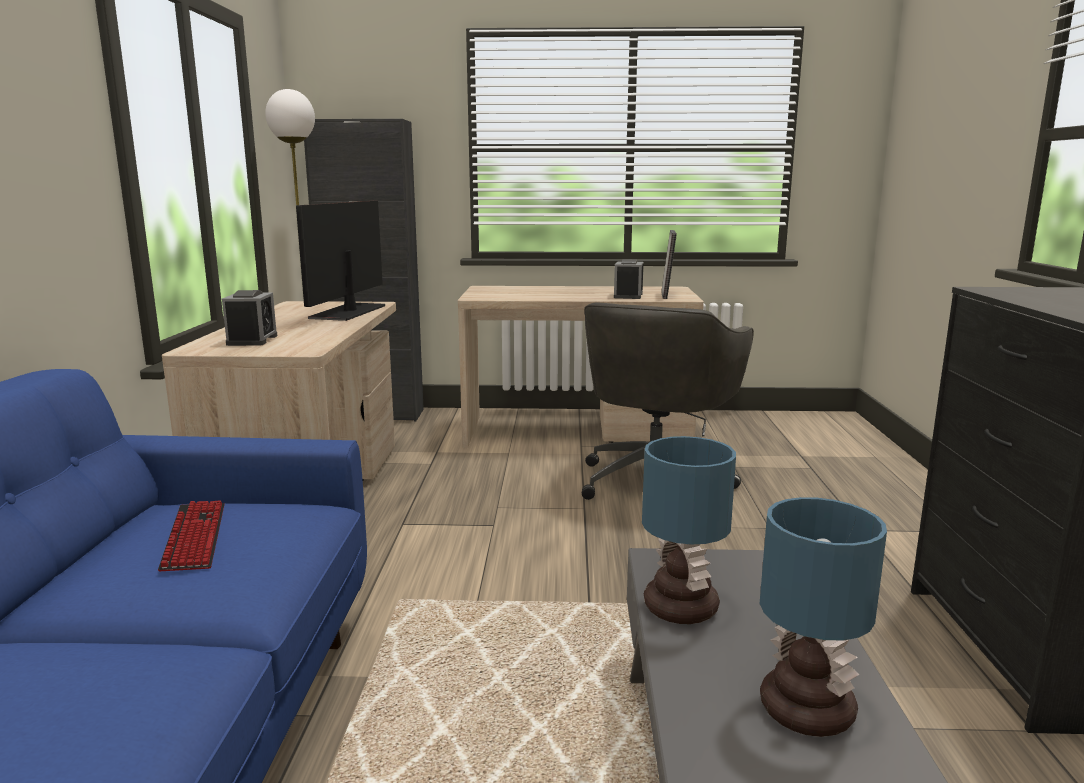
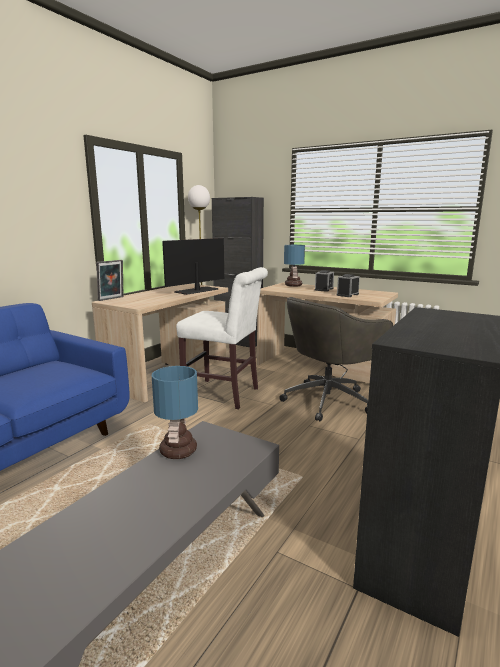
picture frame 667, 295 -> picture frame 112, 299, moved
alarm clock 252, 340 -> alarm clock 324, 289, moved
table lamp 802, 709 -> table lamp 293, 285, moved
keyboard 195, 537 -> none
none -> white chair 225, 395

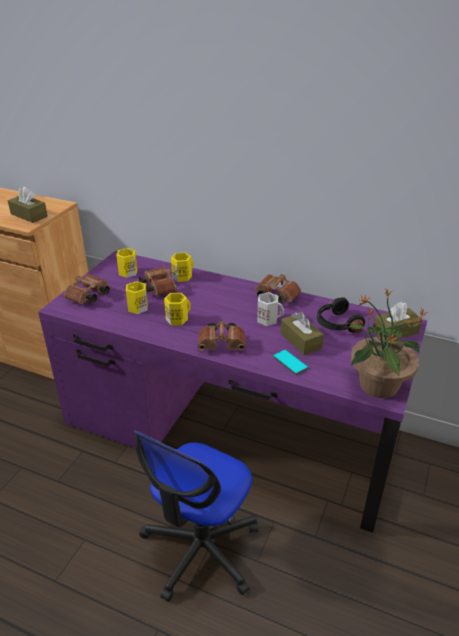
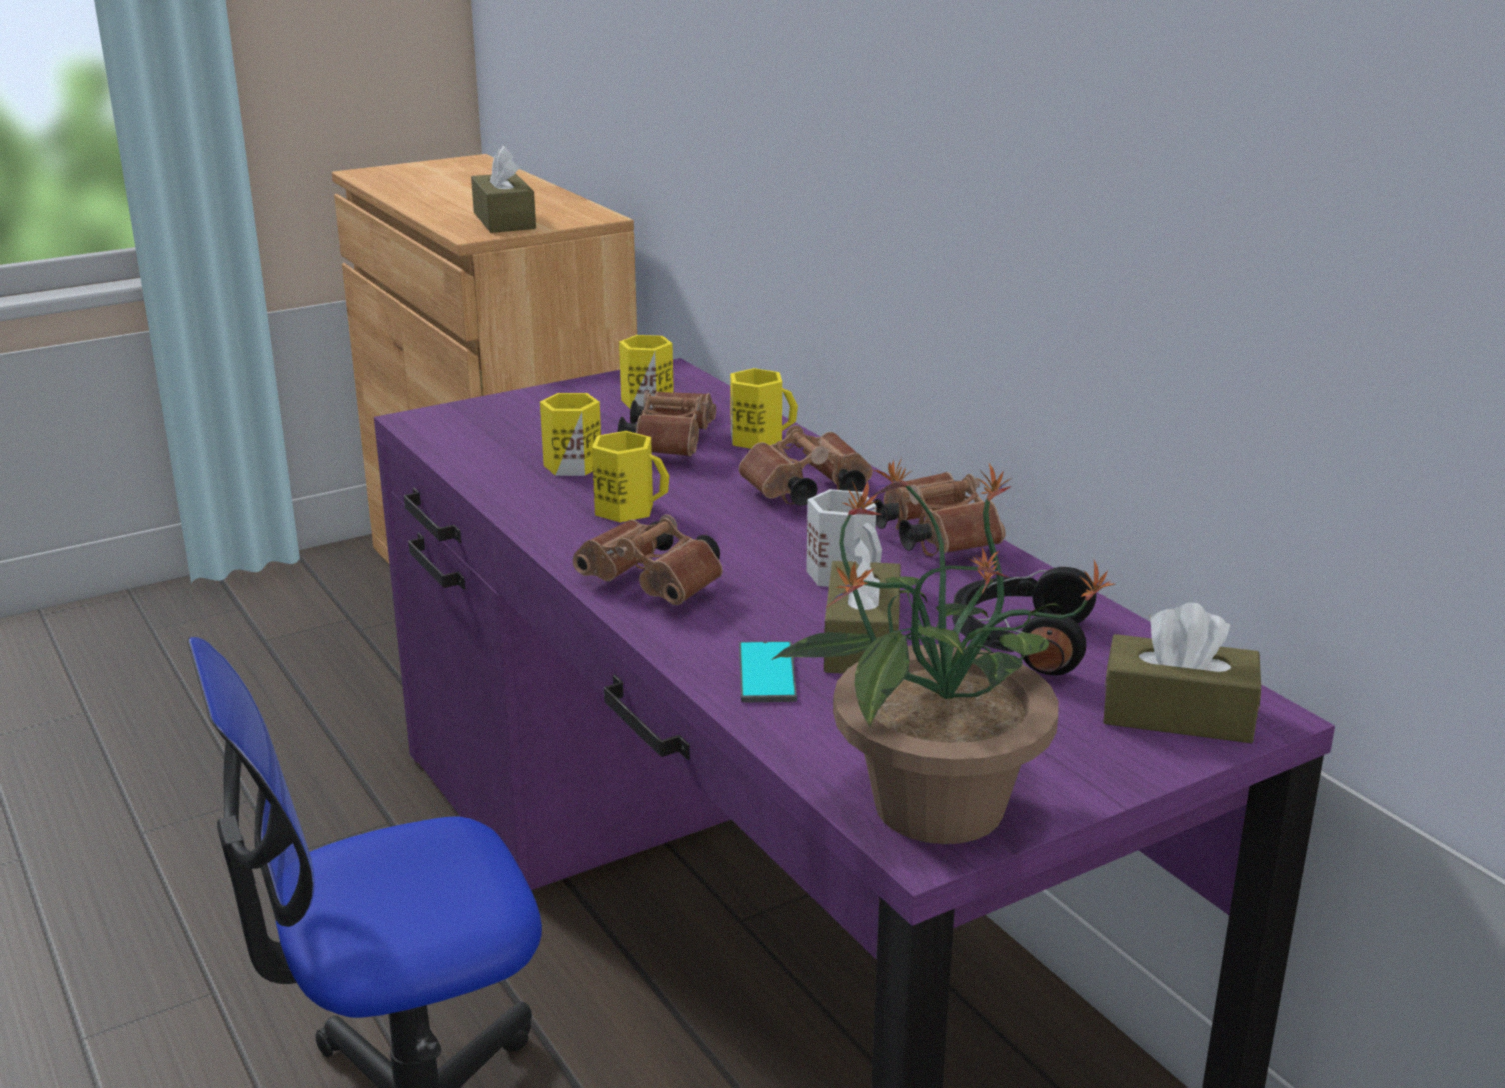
brown binoculars 88, 297 -> brown binoculars 805, 493, moved

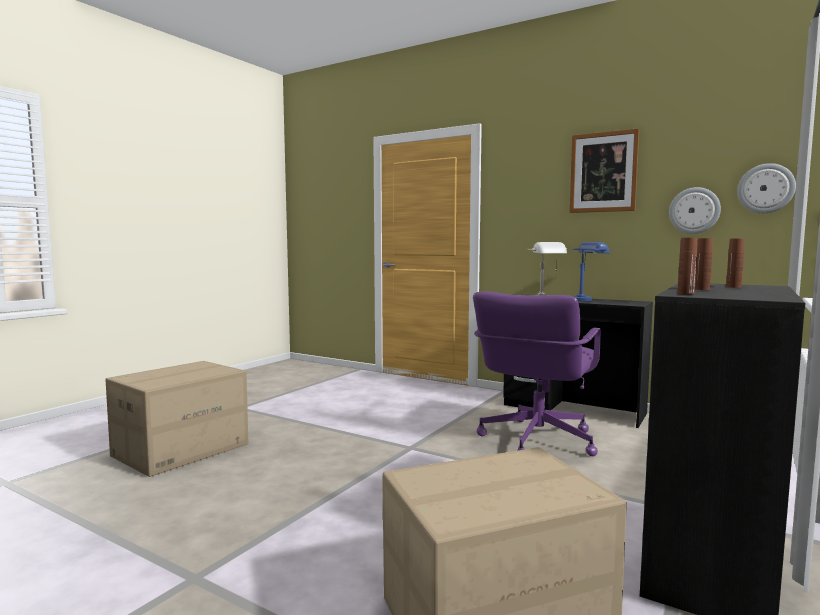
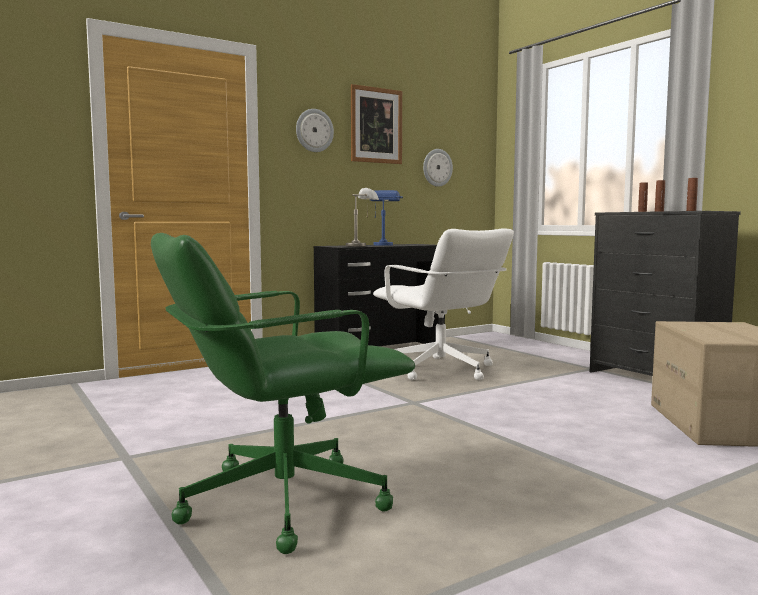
wall clock 765, 188 -> wall clock 314, 130, moved
purple office chair 536, 440 -> white office chair 441, 370
cardboard box 181, 450 -> green office chair 280, 501

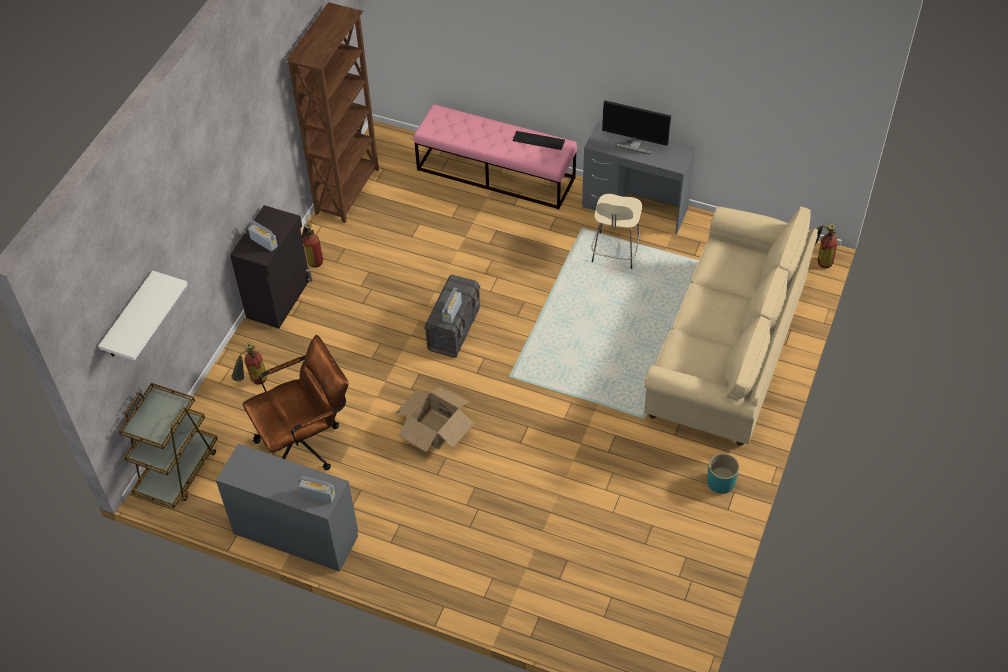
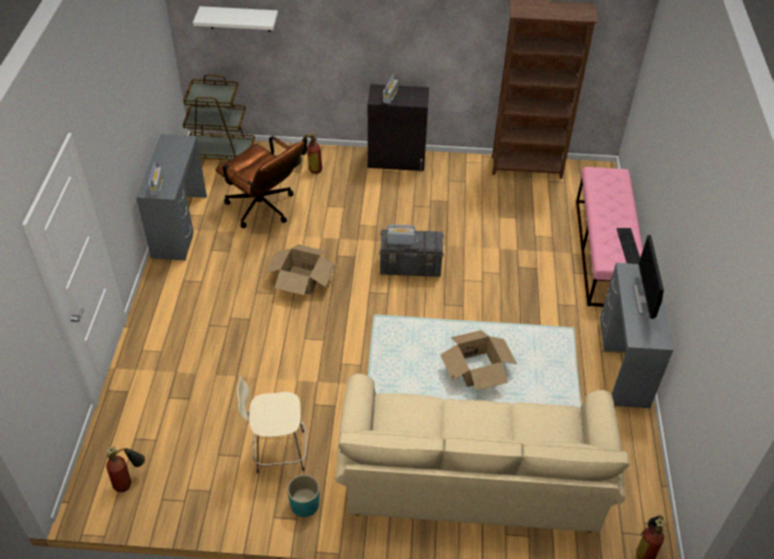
beige stool 615, 252 -> beige stool 278, 452, moved
fire extinguisher 313, 258 -> fire extinguisher 129, 481, moved
none -> cardboard box 476, 370

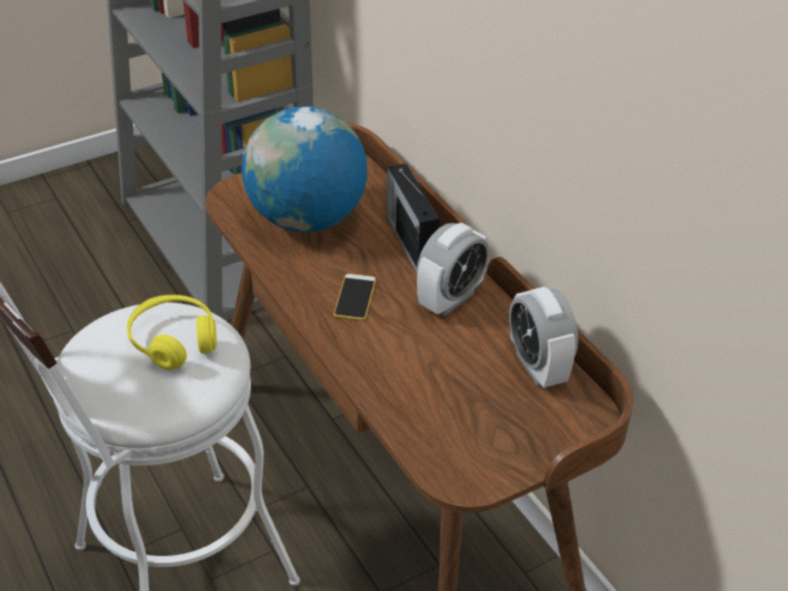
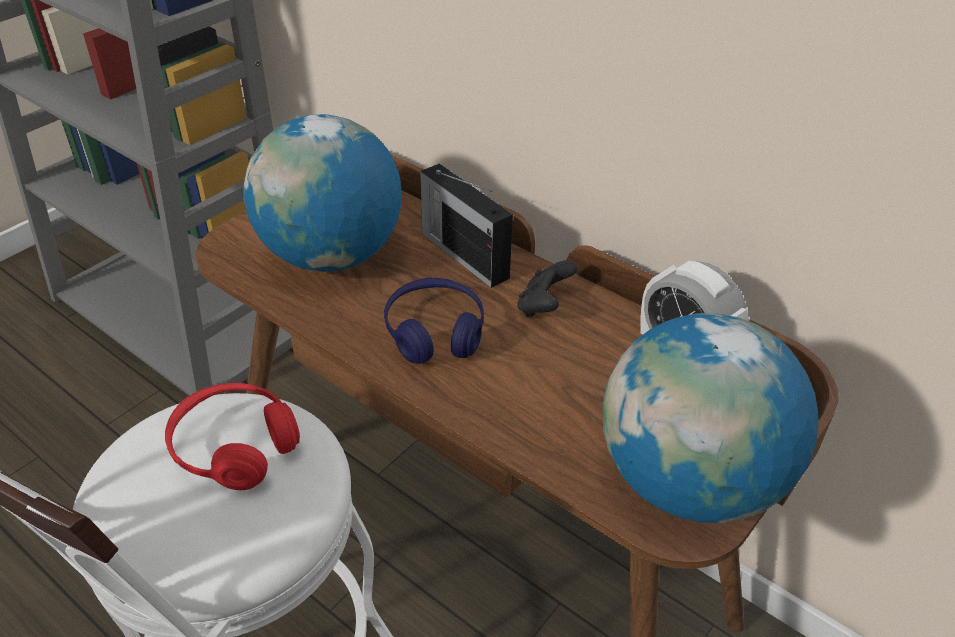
alarm clock 450, 299 -> black game controller 543, 307
phone 355, 297 -> blue headphones 435, 332
yellow headphones 174, 341 -> red headphones 235, 447
none -> globe 688, 481

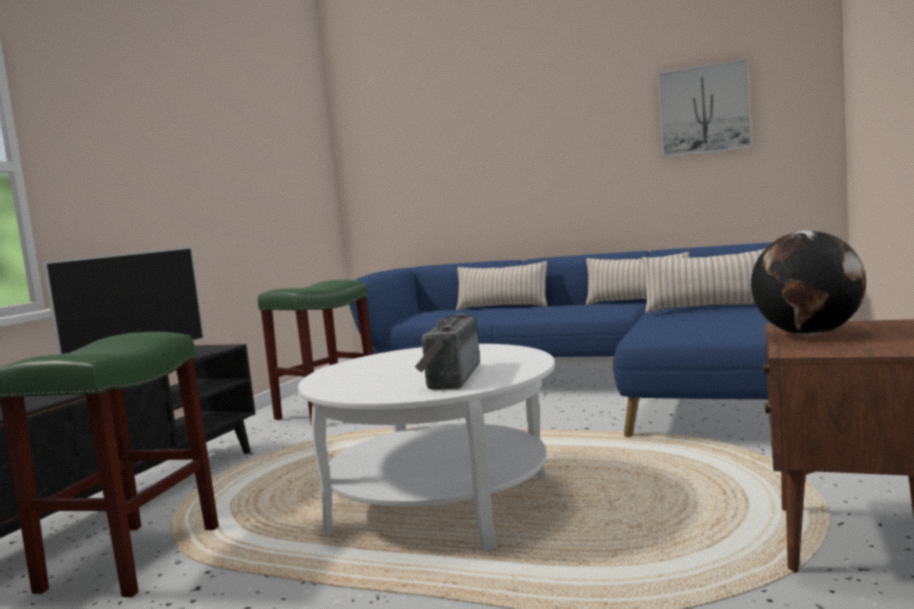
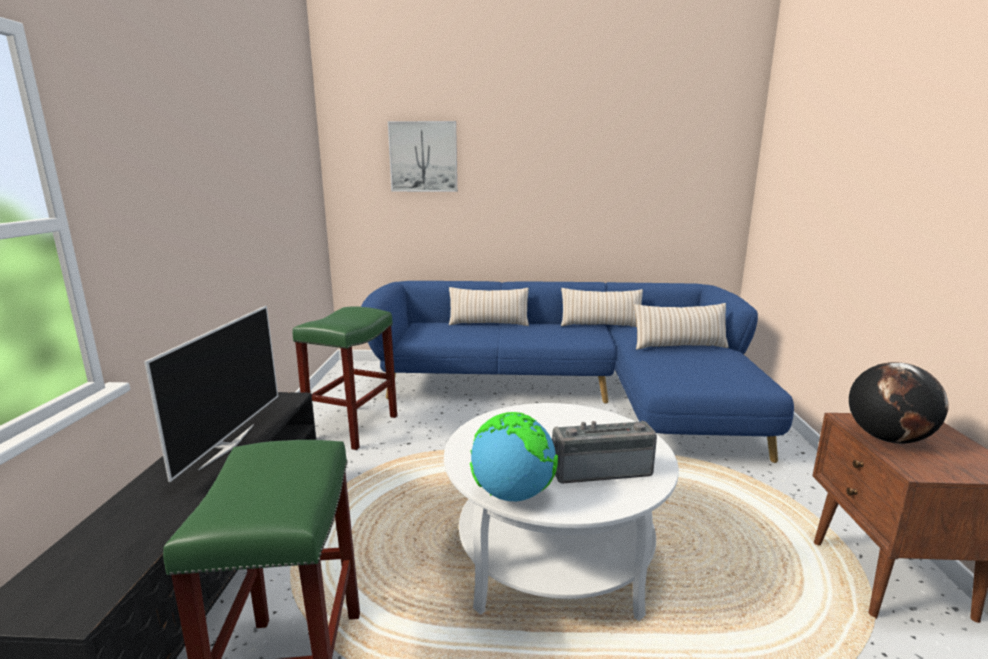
picture 704, 110 -> picture 423, 157, moved
radio 449, 377 -> radio 600, 470, 90 degrees clockwise
none -> globe 512, 495

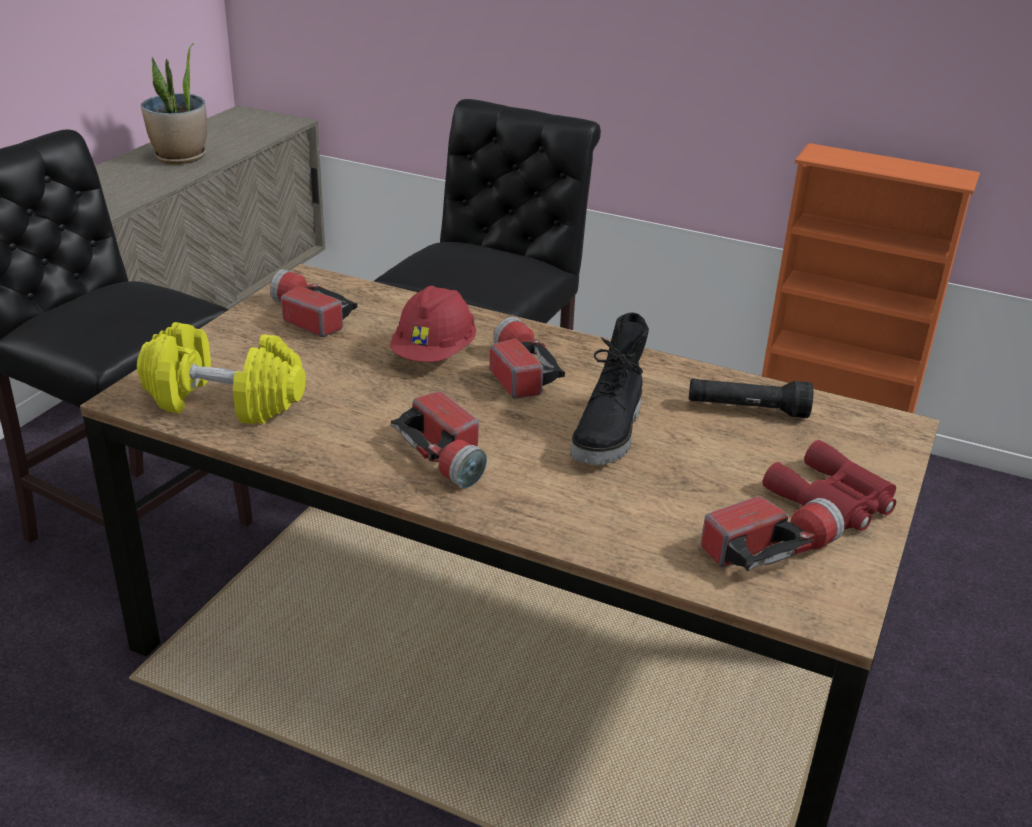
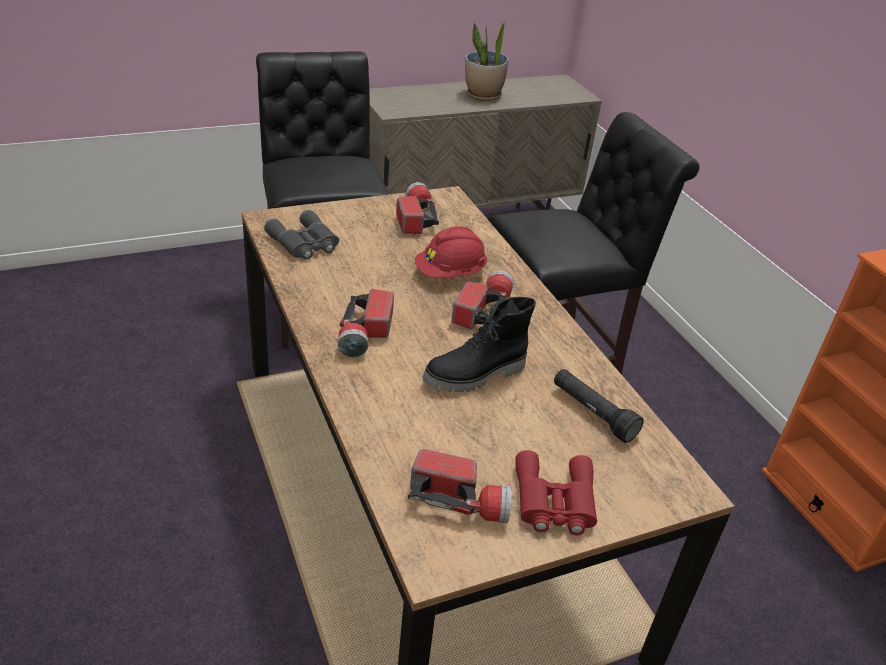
yellow dumbbell 223, 401 -> grey binoculars 304, 243

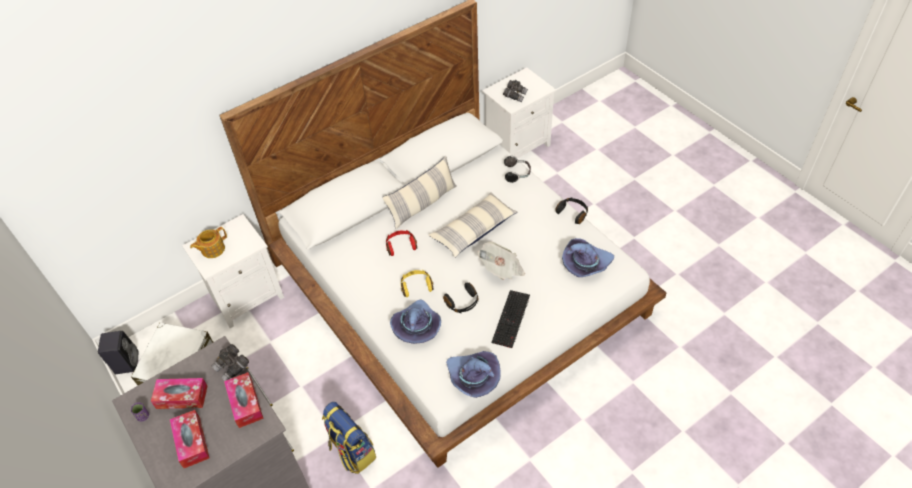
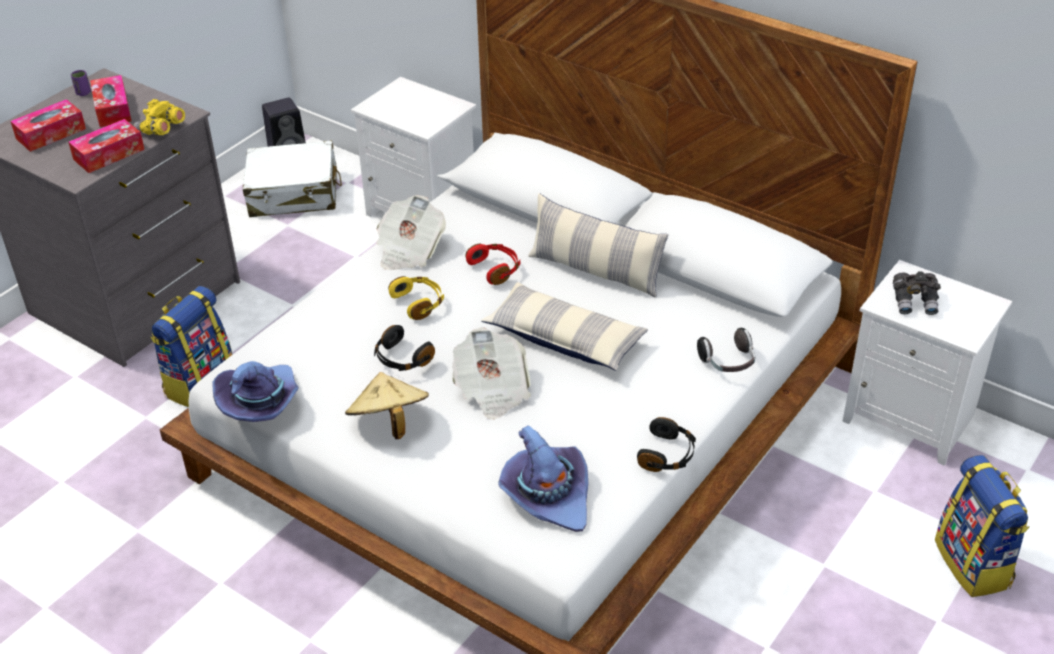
teapot 212, 249 -> none
keyboard 511, 319 -> beige hat 389, 423
purple hat 417, 326 -> none
grey binoculars 232, 367 -> yellow binoculars 161, 131
none -> newspaper 409, 250
none -> backpack 974, 564

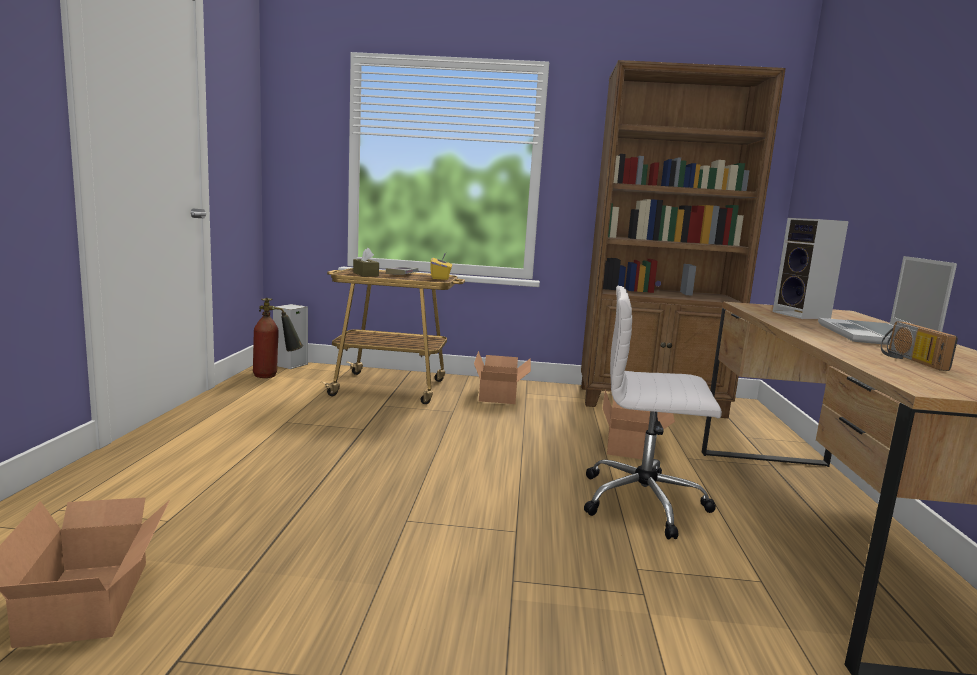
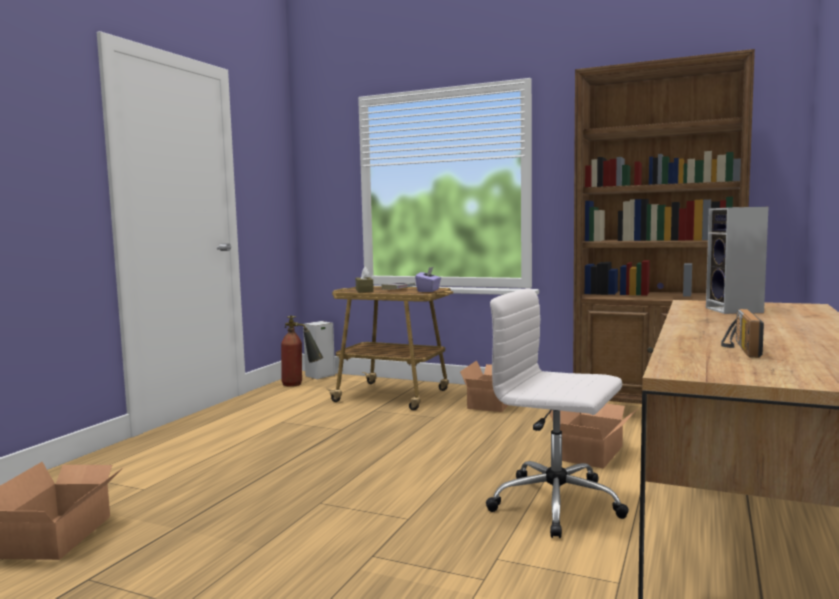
yellow tissue box 440, 278 -> purple tissue box 428, 290
laptop 876, 336 -> none

